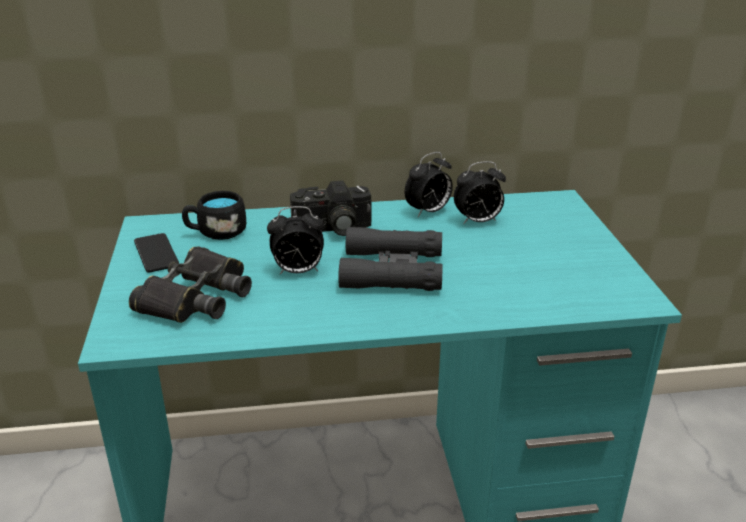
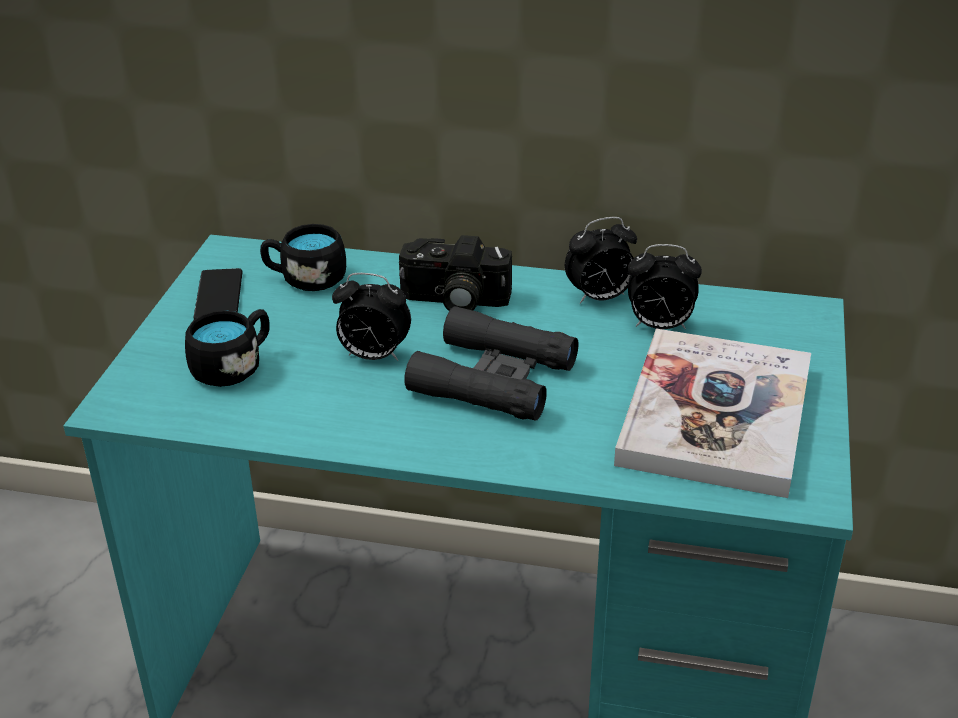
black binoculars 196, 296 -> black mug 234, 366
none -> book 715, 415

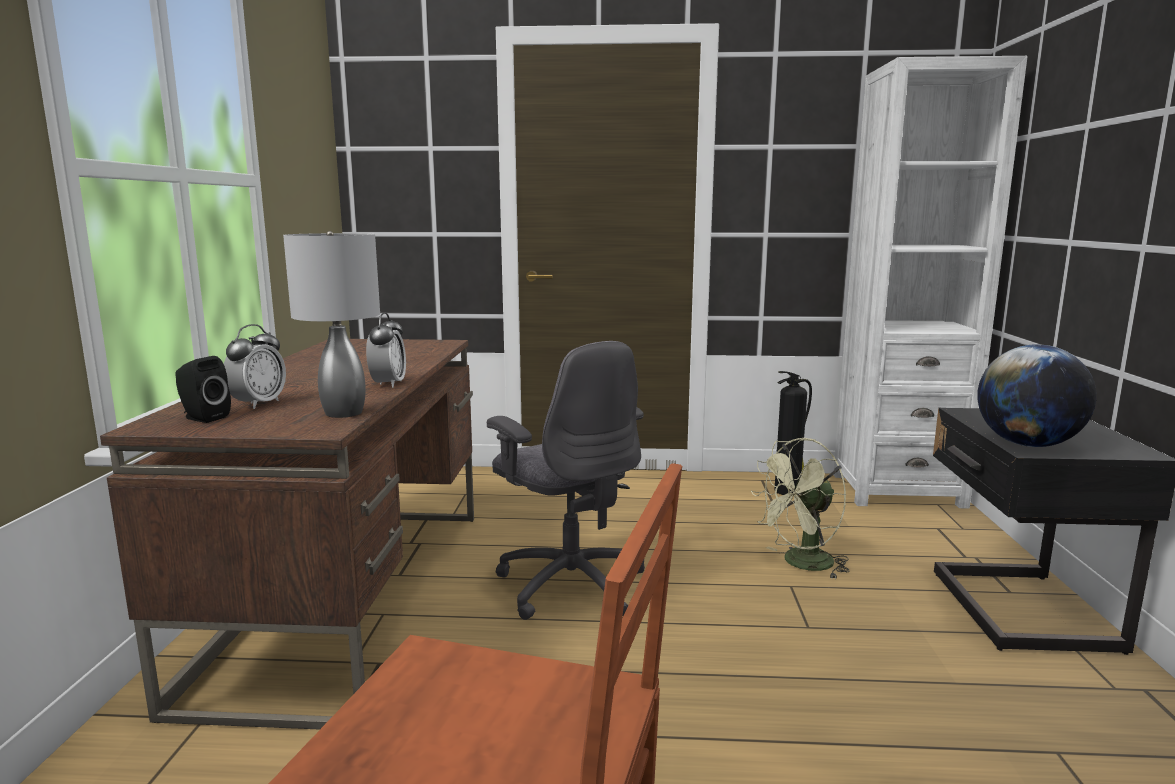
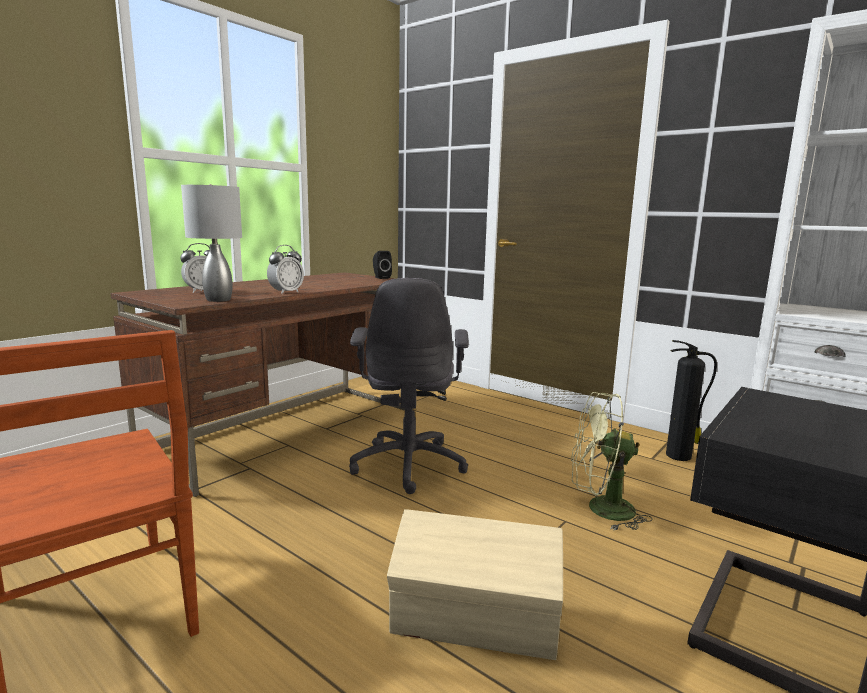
globe 1027, 444 -> none
black speaker 203, 418 -> black speaker 381, 277, moved
none -> beige storage box 476, 621

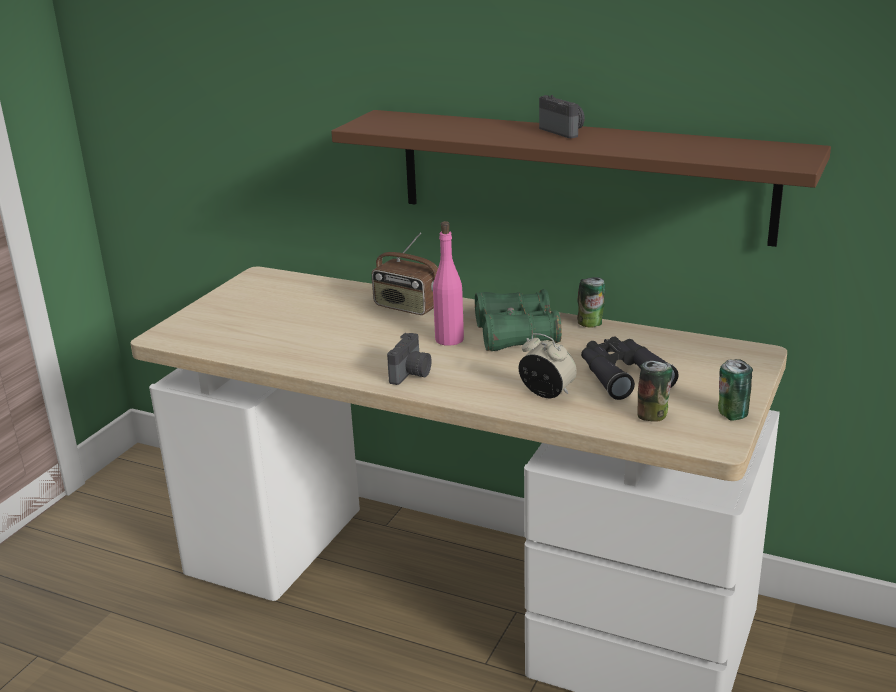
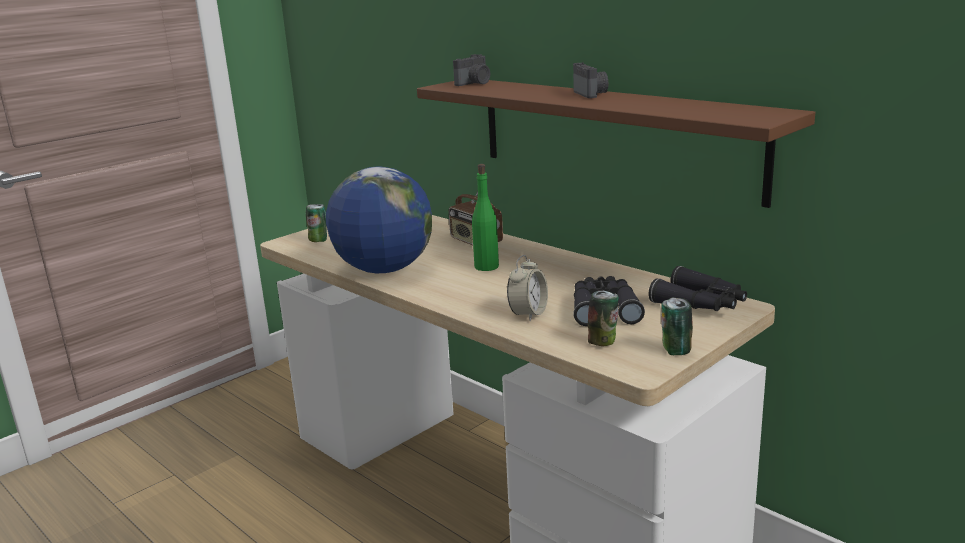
pink bottle 449, 339 -> green bottle 486, 266
can 591, 324 -> can 318, 240, moved
green binoculars 516, 335 -> none
photo camera 411, 374 -> photo camera 475, 83, moved
alarm clock 547, 393 -> alarm clock 528, 314, 60 degrees clockwise
none -> globe 384, 270
none -> black binoculars 700, 303

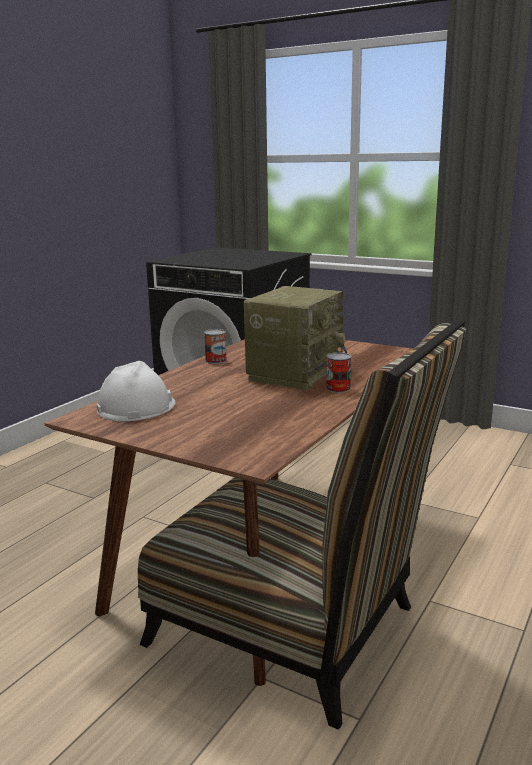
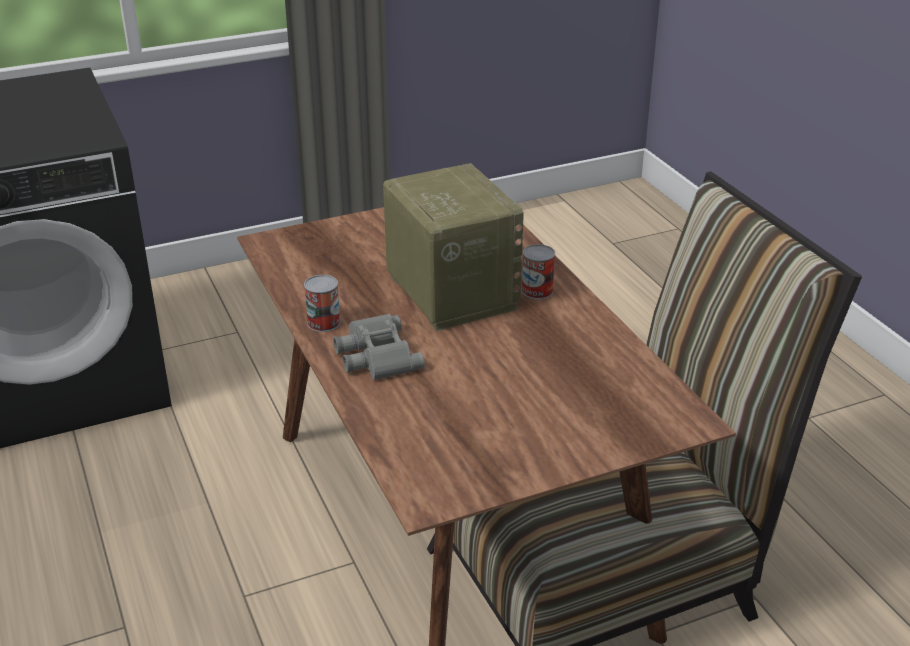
white hard hat 136, 407 -> none
none -> grey binoculars 375, 355

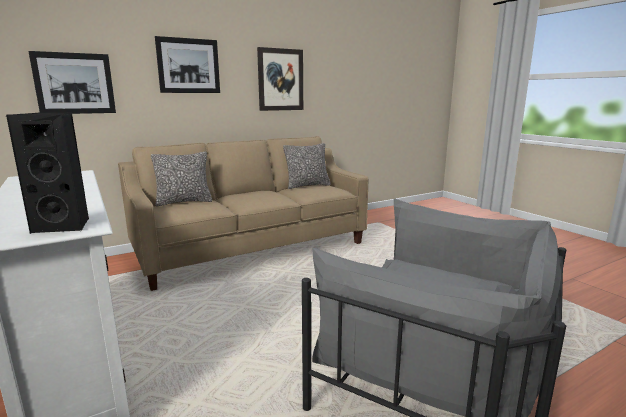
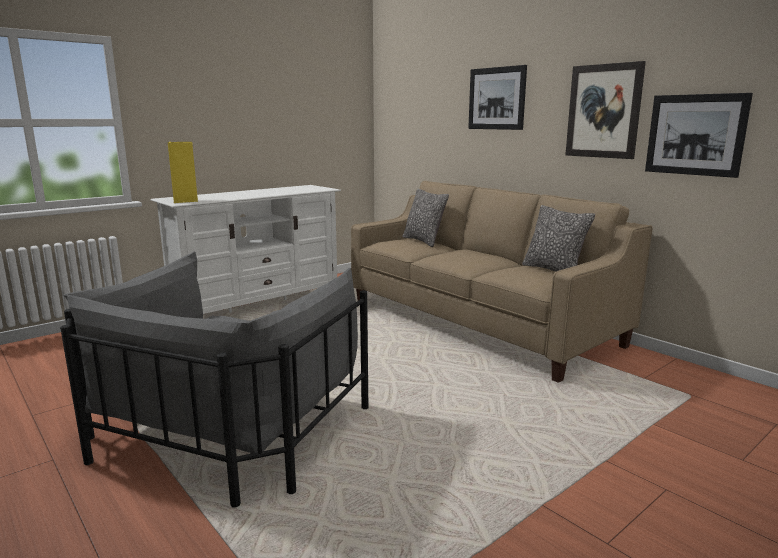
picture 74, 83 -> picture 695, 135, moved
black speaker 65, 225 -> yellow speaker 185, 201

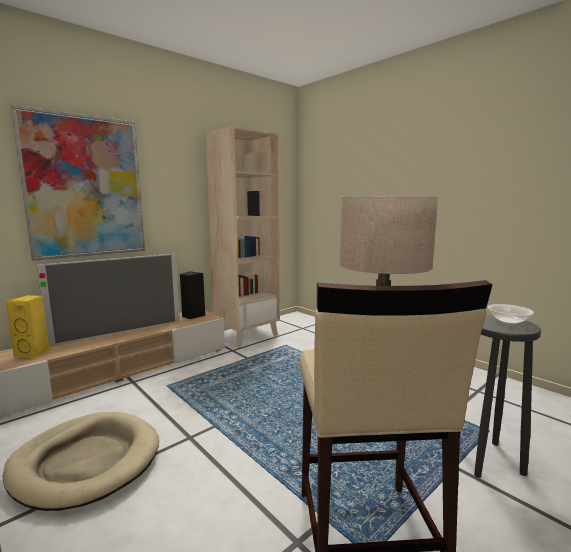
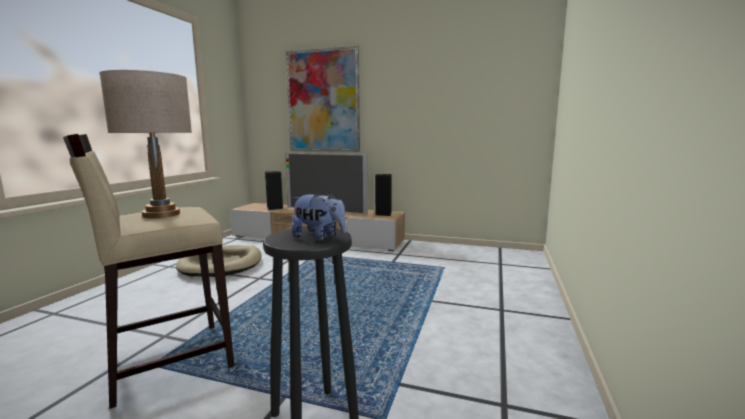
beige bookcase 246, 335 -> none
yellow speaker 34, 353 -> black speaker 275, 208
bowl 508, 321 -> plush toy 319, 237

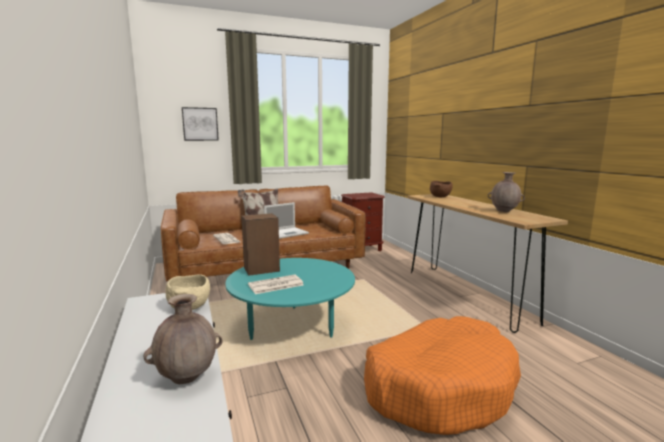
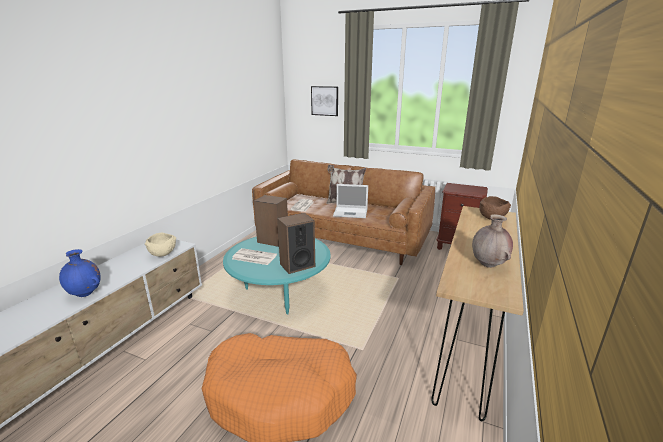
brown vase 187, 377 -> blue vase 85, 294
none -> speaker 297, 265

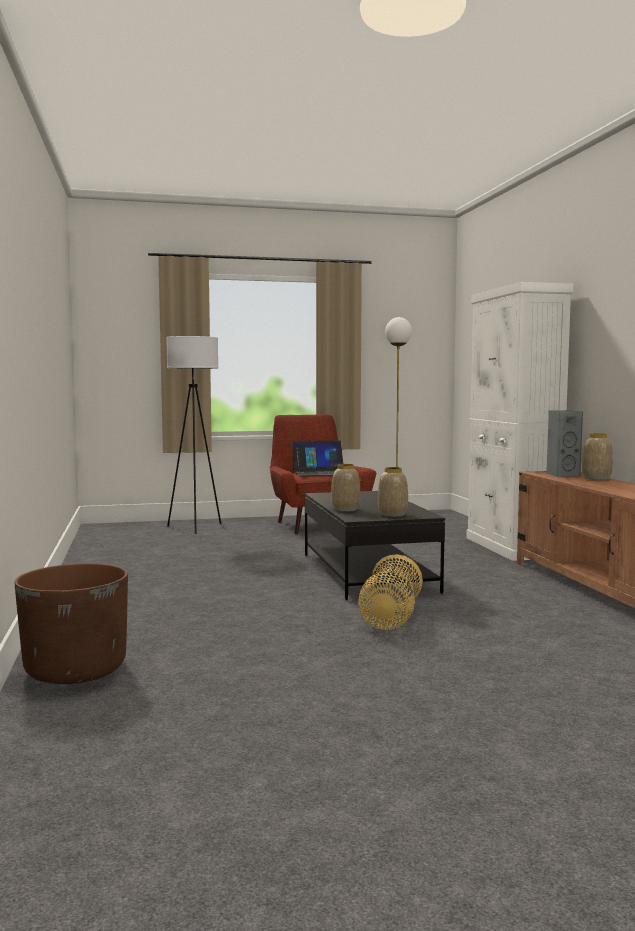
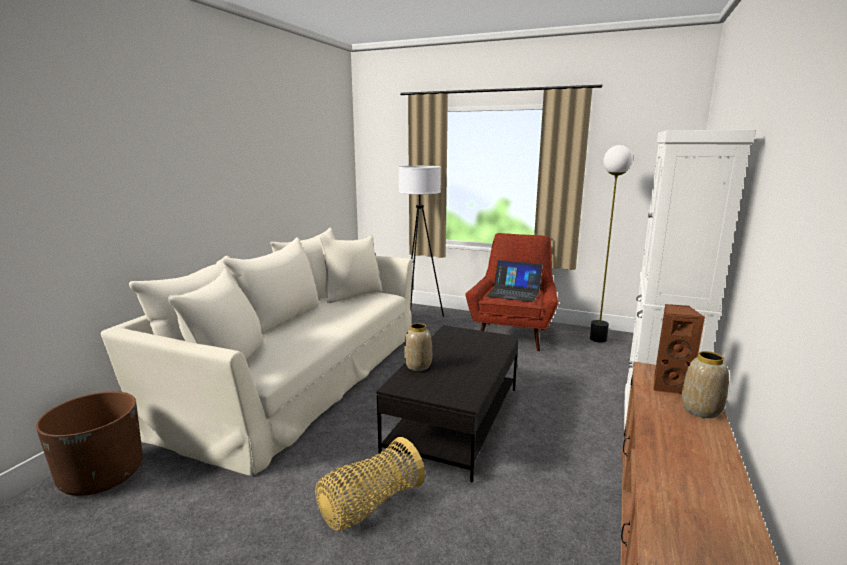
grey speaker 561, 475 -> brown speaker 669, 386
vase 392, 515 -> none
none -> beige sofa 300, 375

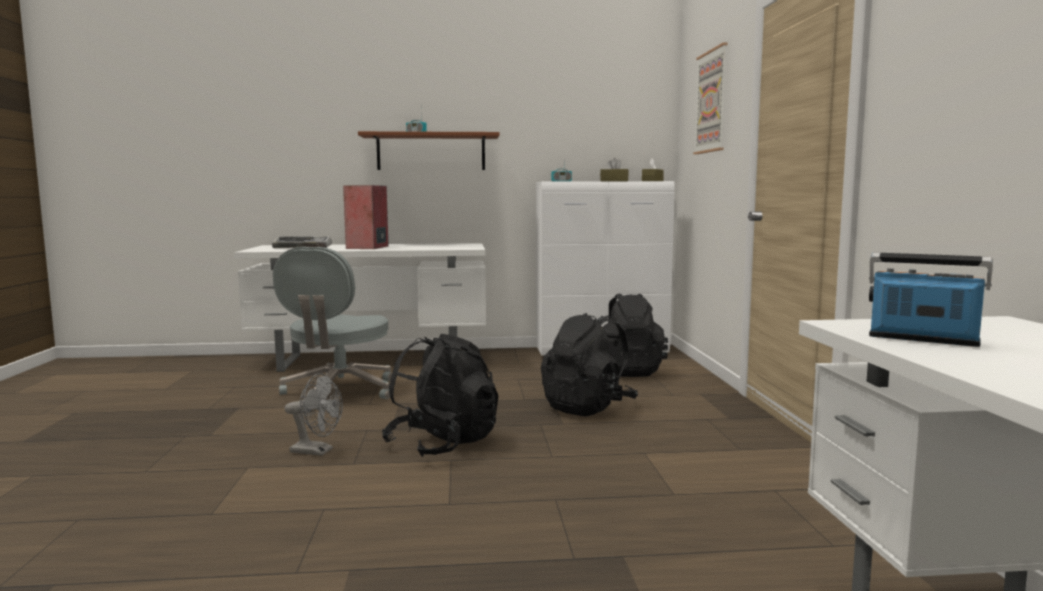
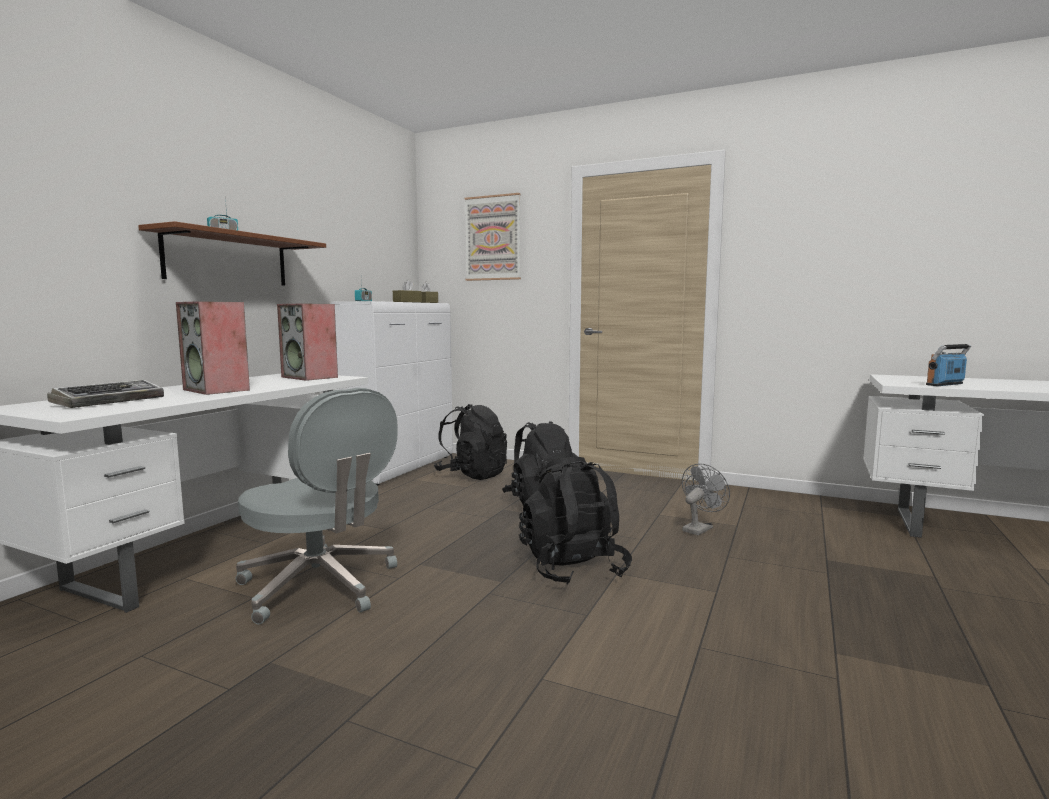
grey fan 317, 451 -> grey fan 699, 528, moved
none -> speaker 310, 377

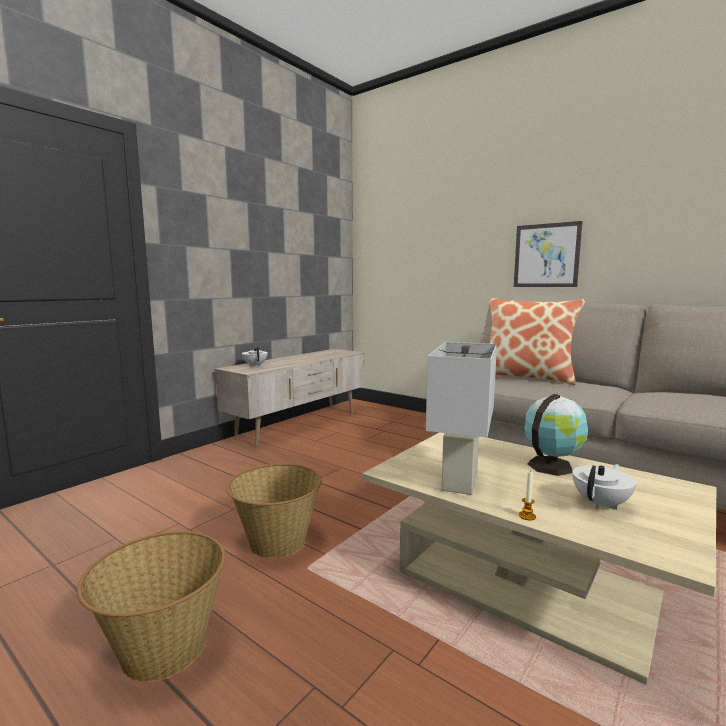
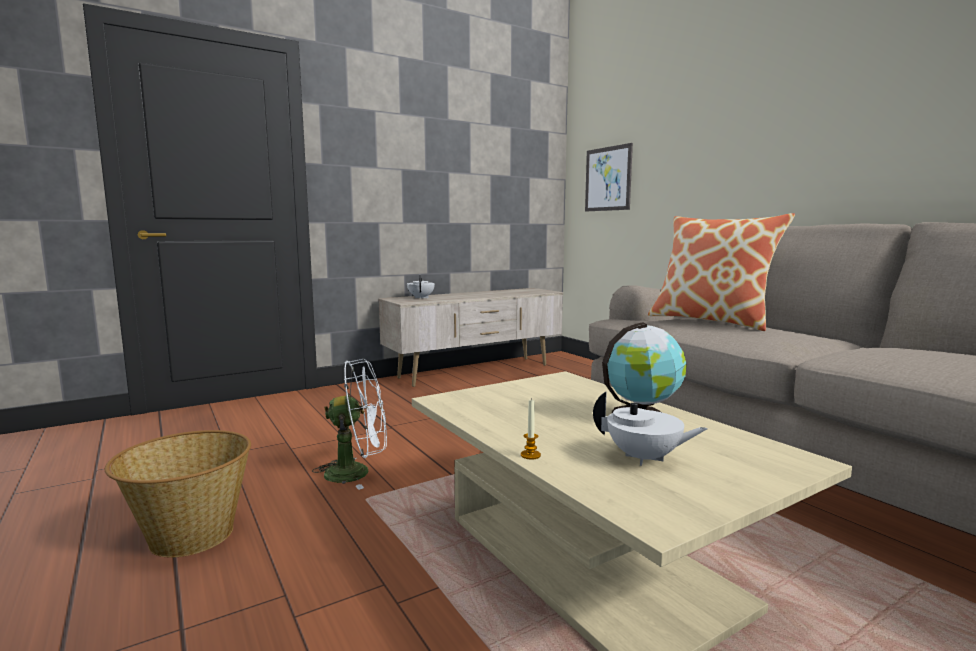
picture 546, 255 -> picture 608, 179, moved
white table lamp 460, 481 -> none
basket 276, 542 -> white fan 357, 472
white teapot 601, 504 -> white teapot 644, 458, 45 degrees clockwise

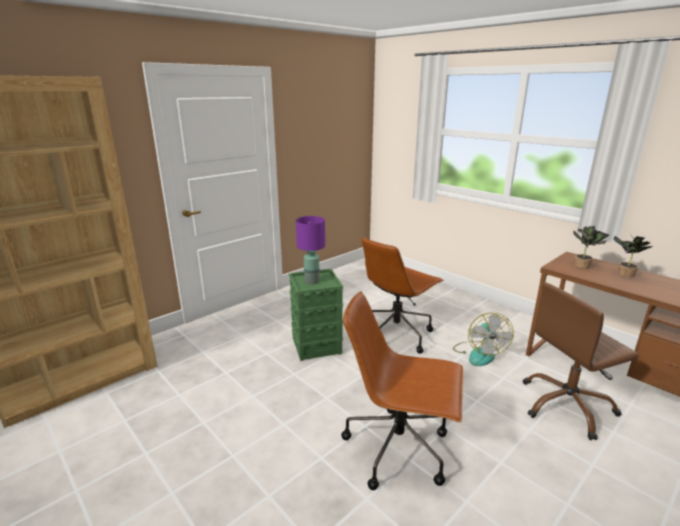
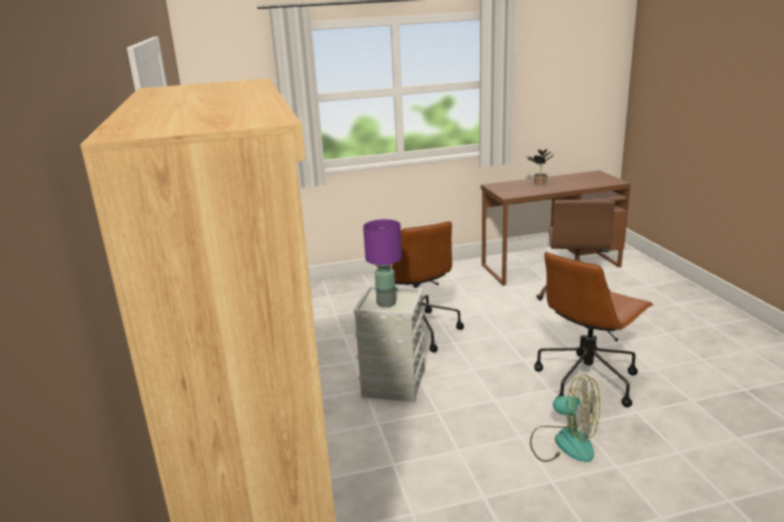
potted plant 583, 265 -> none
green storage box 317, 345 -> grey storage box 393, 383
fan 479, 353 -> fan 563, 442, moved

